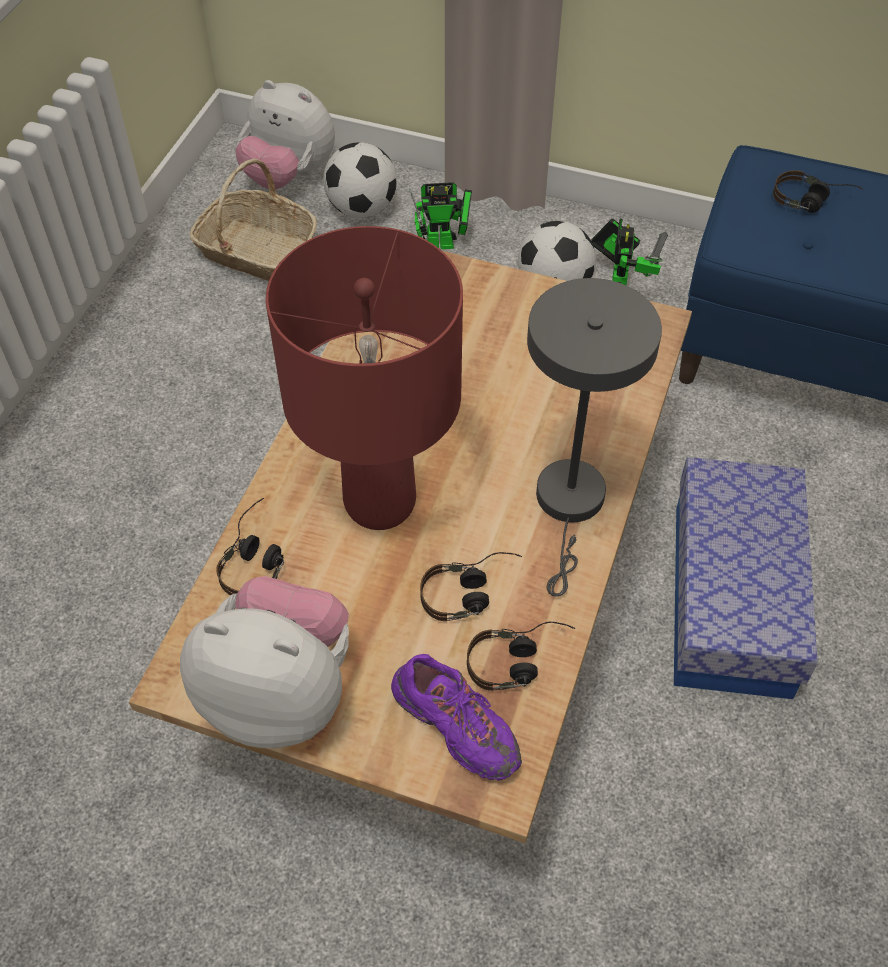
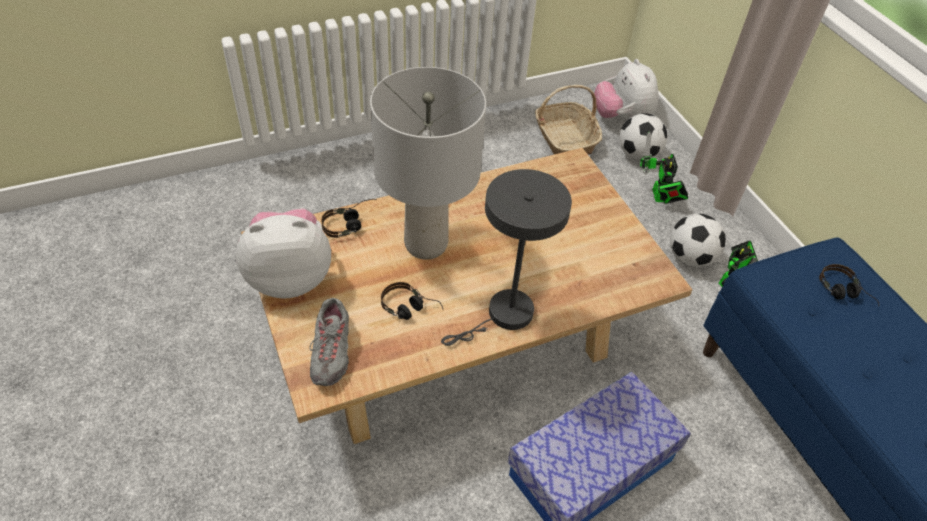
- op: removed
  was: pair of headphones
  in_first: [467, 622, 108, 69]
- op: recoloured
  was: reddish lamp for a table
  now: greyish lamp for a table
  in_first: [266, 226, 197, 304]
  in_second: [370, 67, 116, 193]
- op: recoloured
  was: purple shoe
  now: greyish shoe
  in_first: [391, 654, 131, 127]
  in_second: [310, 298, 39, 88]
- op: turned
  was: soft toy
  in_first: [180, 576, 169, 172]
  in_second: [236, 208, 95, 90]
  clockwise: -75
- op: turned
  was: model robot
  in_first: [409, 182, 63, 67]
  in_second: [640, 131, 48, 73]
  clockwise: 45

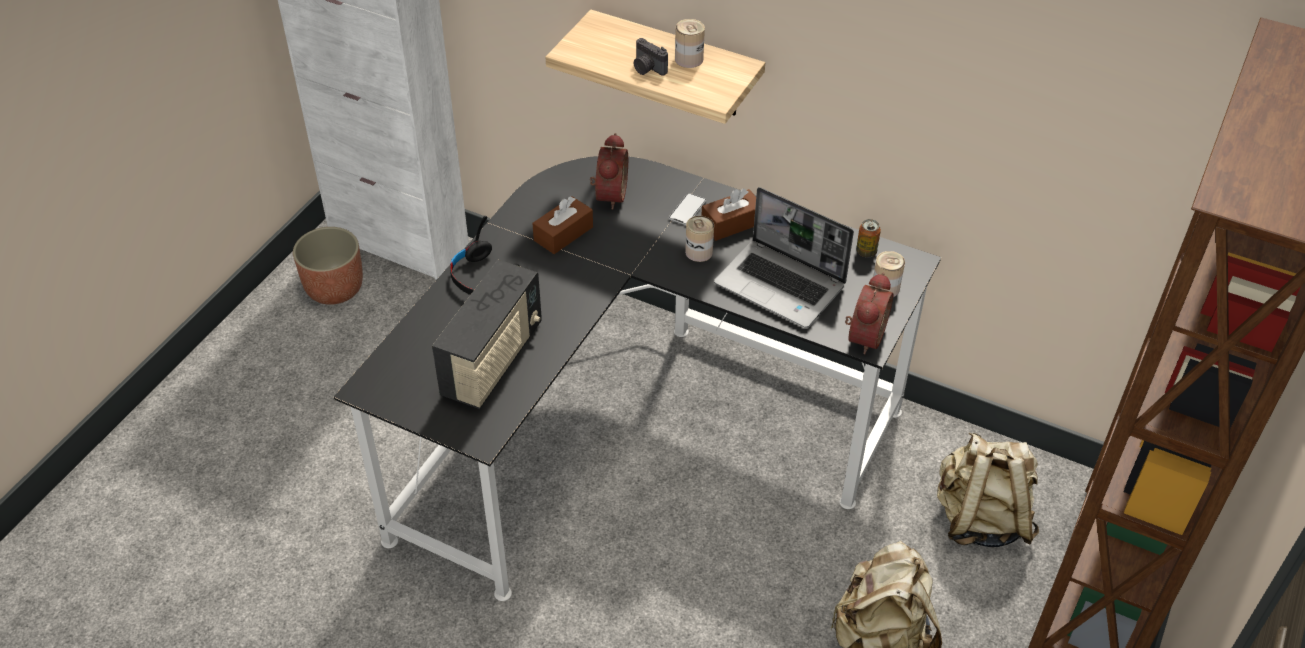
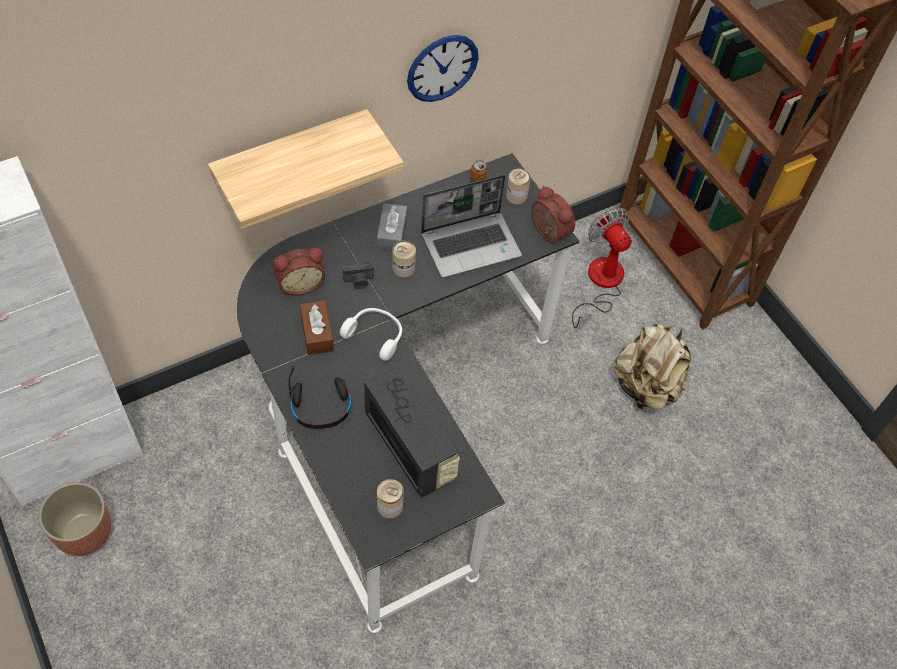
- op: removed
  was: handset
  in_first: [669, 193, 37, 32]
- op: added
  now: white-coloured pair of headphones
  in_second: [340, 308, 62, 53]
- op: added
  now: wall clock
  in_second: [407, 35, 72, 67]
- op: moved
  was: photo camera
  in_first: [634, 38, 34, 38]
  in_second: [343, 261, 31, 28]
- op: moved
  was: can
  in_first: [675, 19, 30, 49]
  in_second: [377, 479, 27, 40]
- op: replaced
  was: beige-coloured rucksack
  now: electric fan
  in_first: [937, 433, 102, 114]
  in_second: [572, 208, 60, 120]
- op: recoloured
  was: brown tissue holder
  now: greyish tissue holder
  in_first: [702, 188, 54, 53]
  in_second: [377, 203, 30, 49]
- op: turned
  was: bedside clock
  in_first: [590, 133, 38, 77]
  in_second: [273, 248, 52, 47]
  clockwise: 120

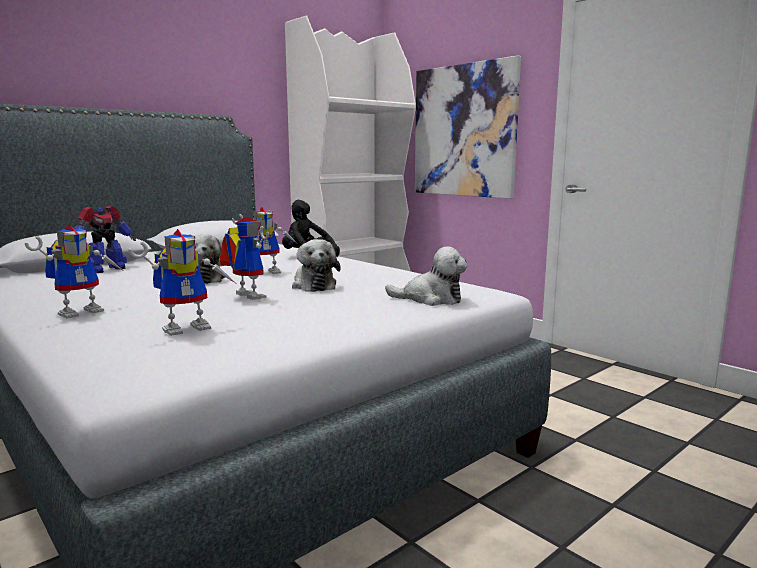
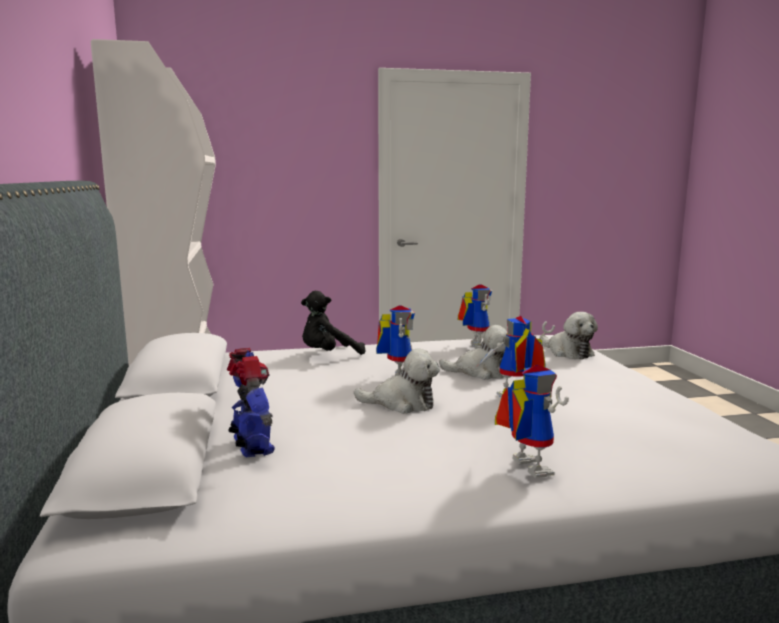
- op: removed
  was: wall art
  in_first: [415, 55, 106, 144]
- op: moved
  was: model robot
  in_first: [128, 229, 107, 107]
  in_second: [458, 284, 34, 65]
- op: turned
  was: soft toy
  in_first: [385, 246, 83, 60]
  in_second: [540, 312, 58, 47]
  clockwise: 105

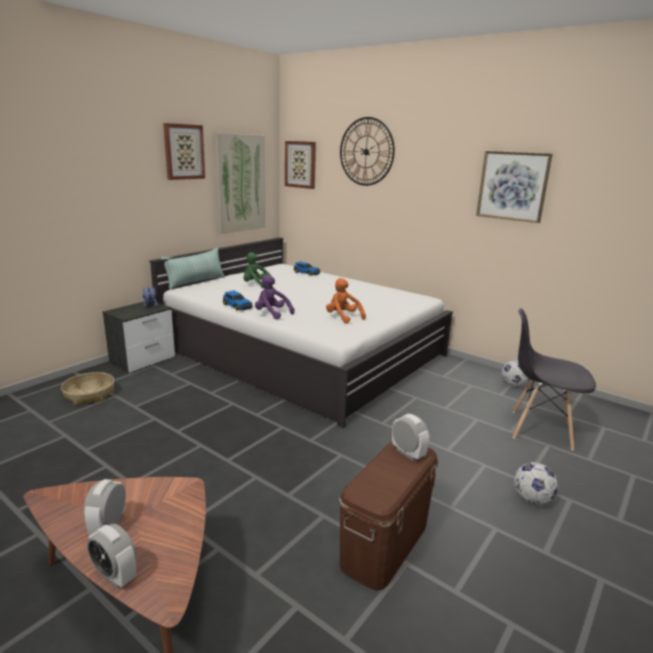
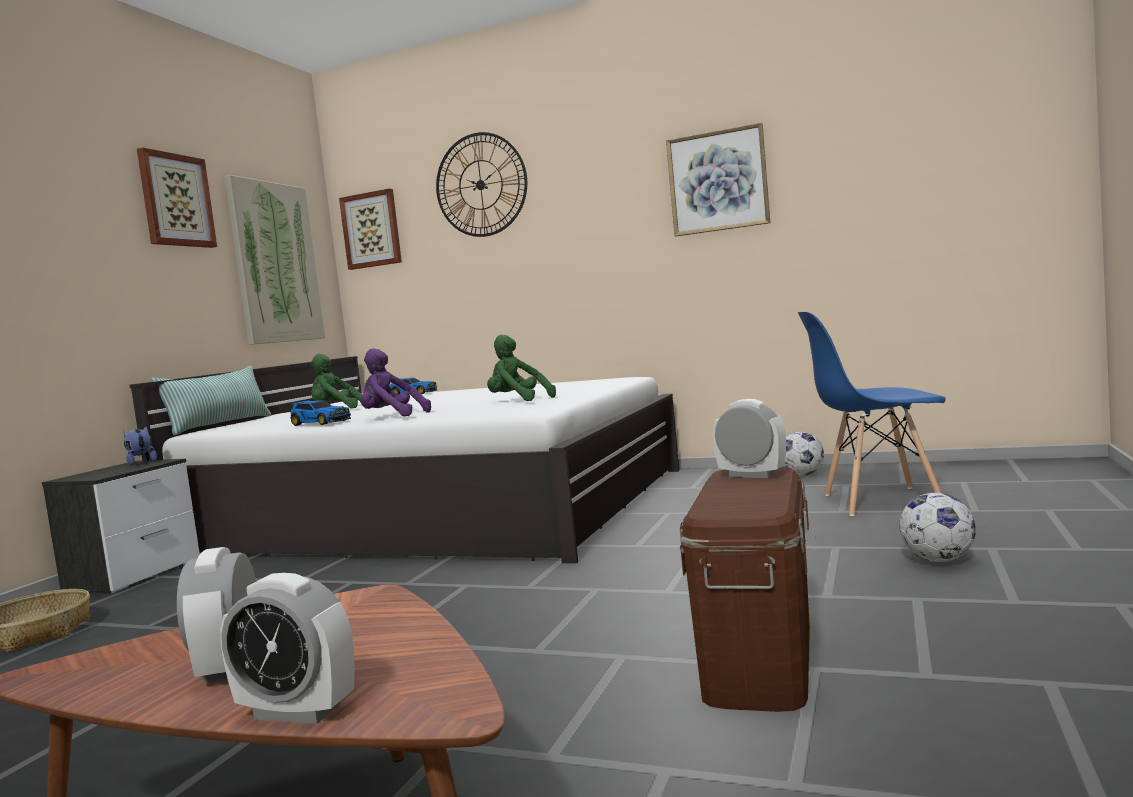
- op: recoloured
  was: orange soft toy
  now: greenish soft toy
  in_first: [326, 278, 40, 46]
  in_second: [487, 335, 69, 66]
- op: recoloured
  was: greyish chair
  now: bluish chair
  in_first: [513, 308, 83, 143]
  in_second: [798, 312, 148, 204]

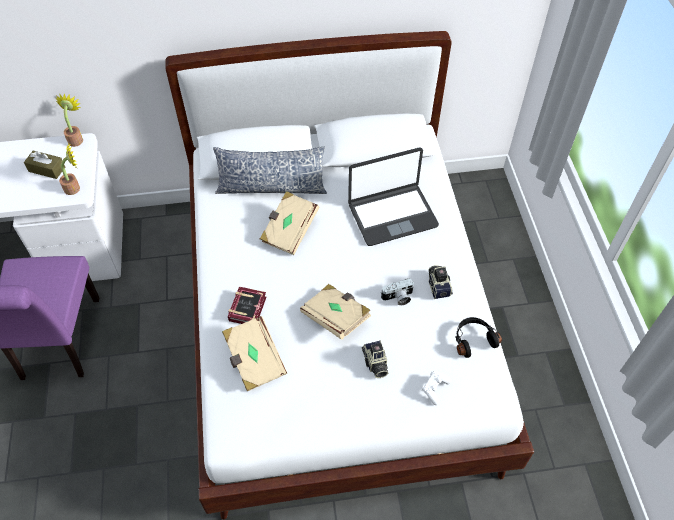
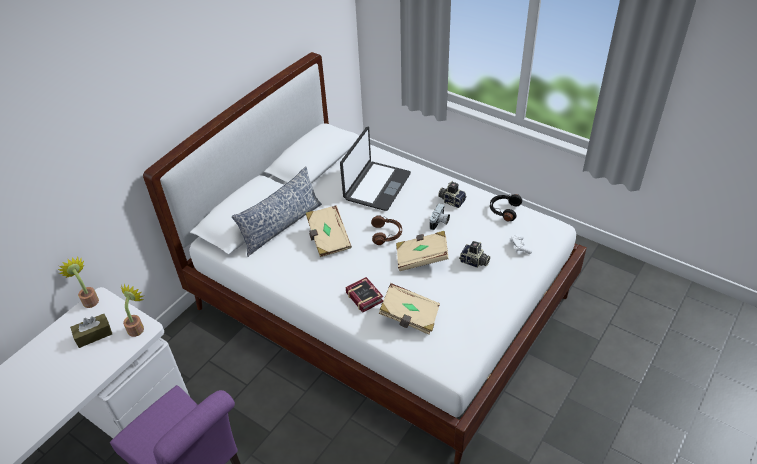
- op: added
  now: brown pair of headphones
  in_second: [371, 215, 31, 30]

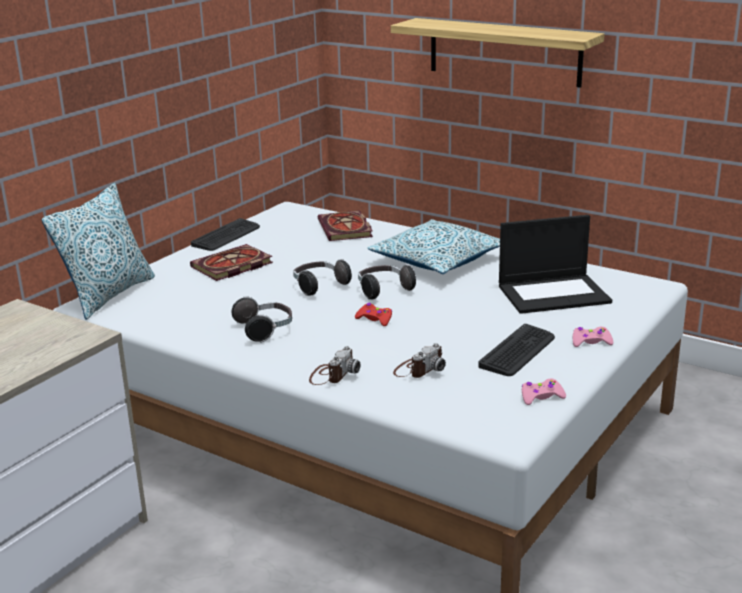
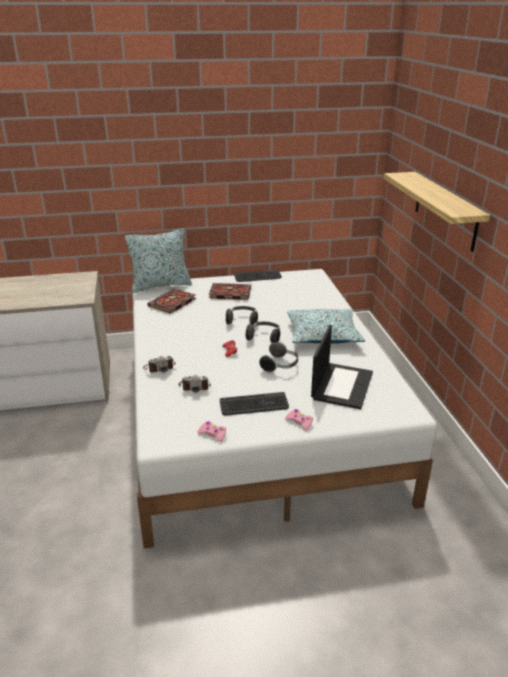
- op: moved
  was: pair of headphones
  in_first: [232, 296, 60, 47]
  in_second: [259, 341, 39, 32]
- op: moved
  was: volume
  in_first: [318, 210, 55, 31]
  in_second: [147, 288, 49, 25]
- op: turned
  was: laptop
  in_first: [499, 215, 113, 99]
  in_second: [311, 325, 62, 84]
  clockwise: -105

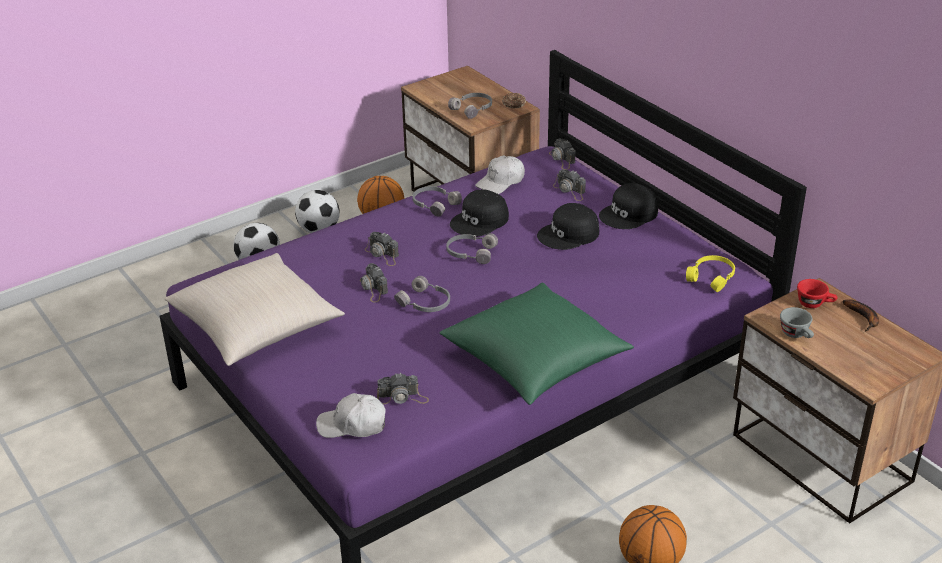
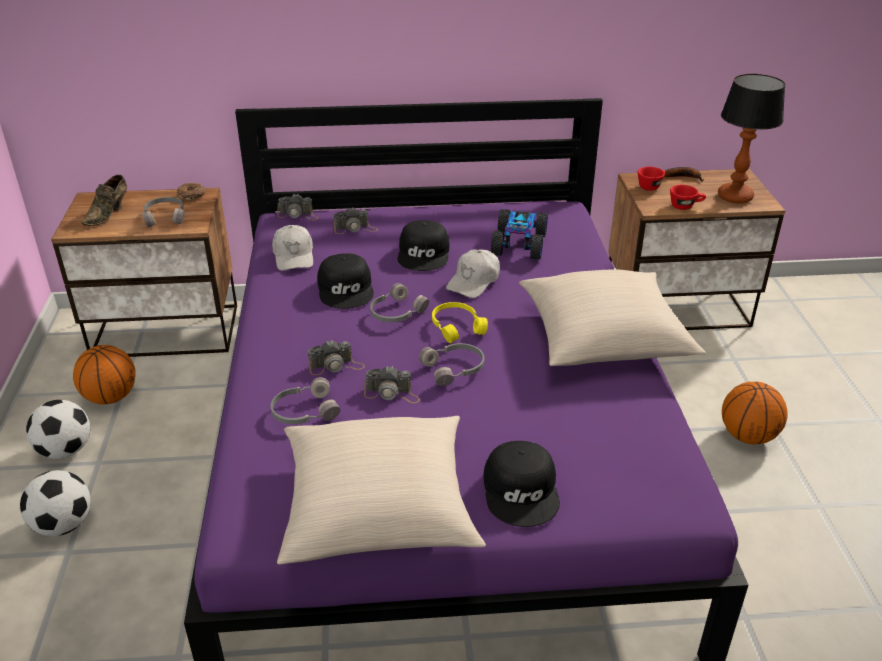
- op: removed
  was: photo camera
  in_first: [377, 373, 52, 31]
- op: added
  now: brown shoe
  in_second: [81, 175, 46, 51]
- op: added
  now: model car
  in_second: [491, 209, 57, 51]
- op: added
  now: lamp for a table
  in_second: [718, 74, 67, 129]
- op: moved
  was: white-coloured peaked cap
  in_first: [316, 393, 70, 45]
  in_second: [446, 249, 54, 49]
- op: moved
  was: greyish pair of headphones
  in_first: [412, 186, 50, 31]
  in_second: [270, 377, 70, 47]
- op: moved
  was: black-coloured peaked cap
  in_first: [599, 183, 59, 46]
  in_second: [484, 441, 76, 86]
- op: moved
  was: yellow-coloured pair of headphones
  in_first: [686, 255, 49, 37]
  in_second: [432, 302, 56, 41]
- op: recoloured
  was: greenish cushion
  now: beige-coloured cushion
  in_first: [440, 282, 194, 123]
  in_second: [519, 270, 187, 96]
- op: recoloured
  was: greyish small cup
  now: reddish small cup
  in_first: [780, 307, 34, 31]
  in_second: [670, 185, 36, 25]

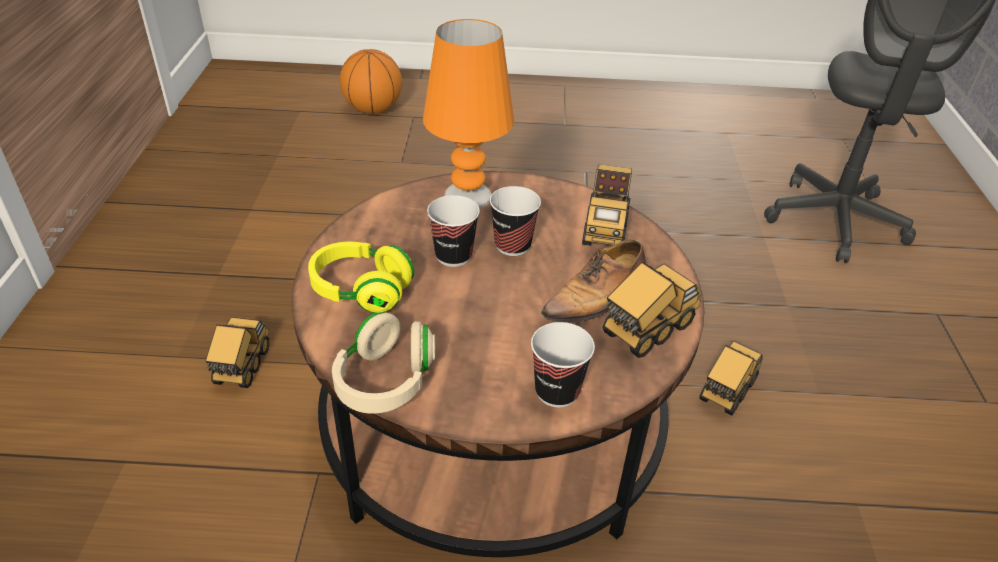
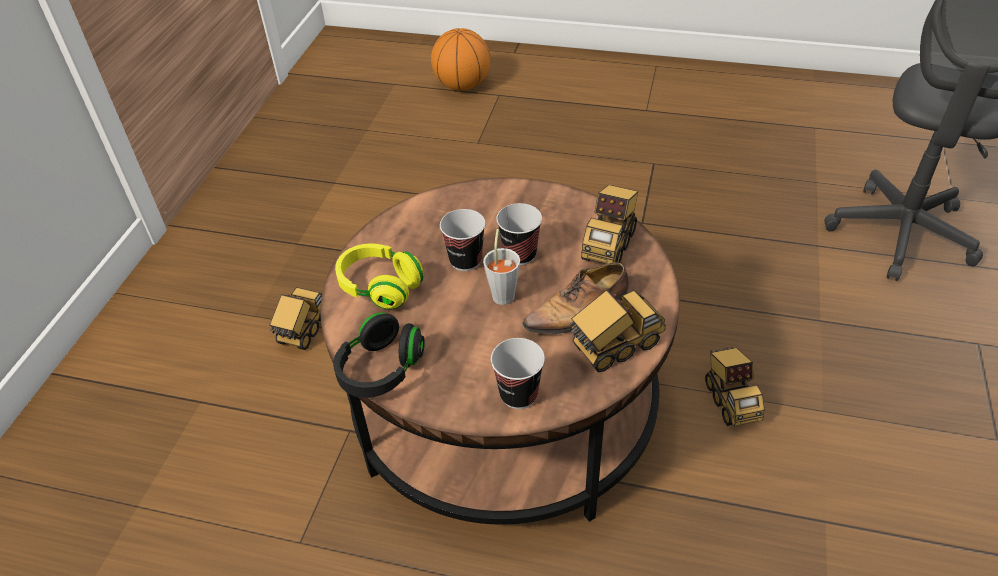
- op: removed
  was: orange lamp for a table
  in_first: [423, 19, 91, 189]
- op: added
  now: greyish small cup
  in_second: [483, 229, 37, 76]
- op: recoloured
  was: beige-coloured pair of headphones
  now: black-coloured pair of headphones
  in_first: [332, 312, 103, 102]
  in_second: [333, 313, 92, 85]
- op: turned
  was: toy lorry
  in_first: [699, 341, 64, 75]
  in_second: [705, 347, 60, 79]
  clockwise: 120

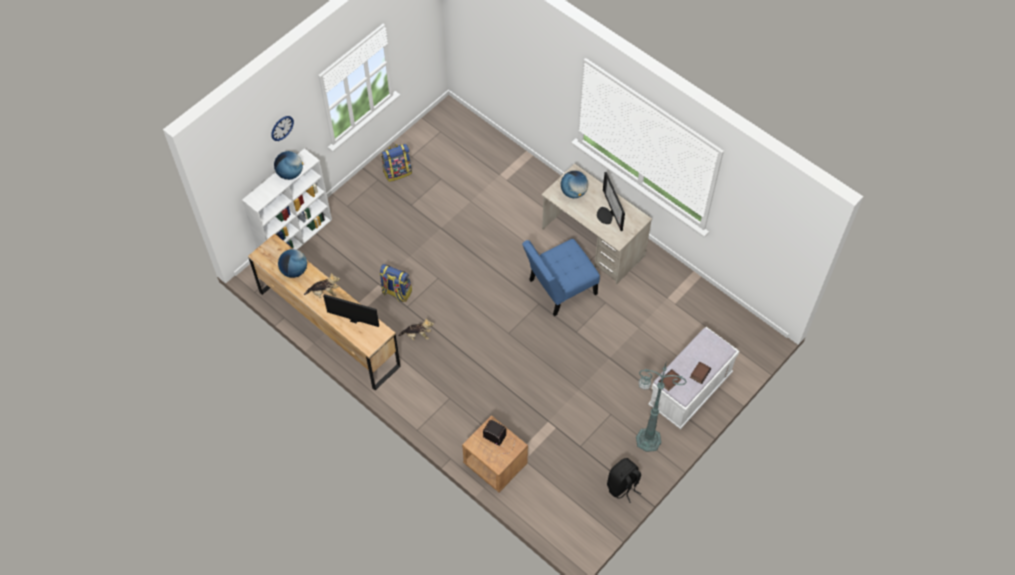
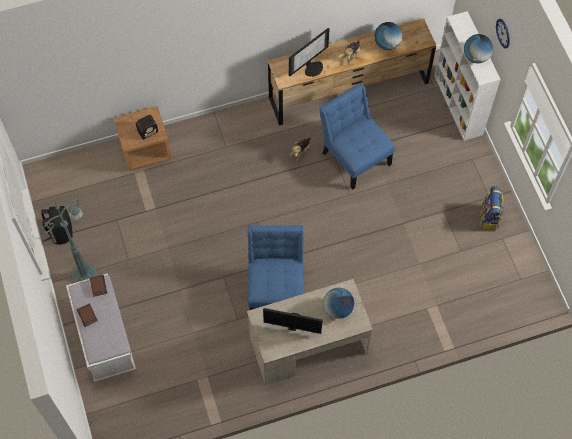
- op: replaced
  was: rucksack
  now: bluish chair
  in_first: [379, 264, 33, 38]
  in_second: [319, 83, 76, 106]

